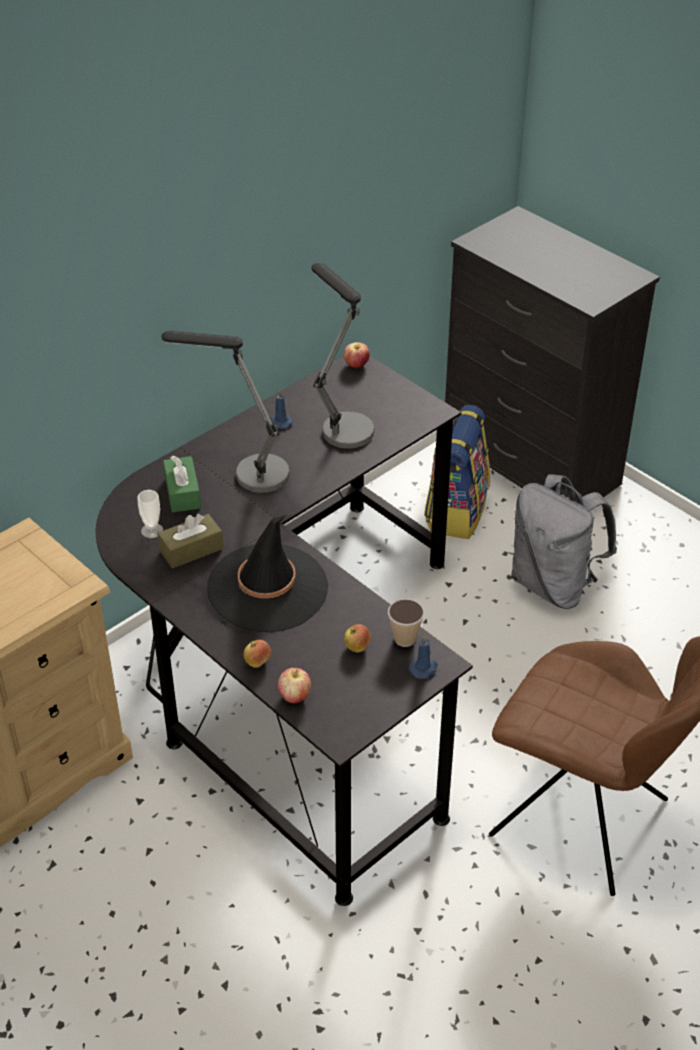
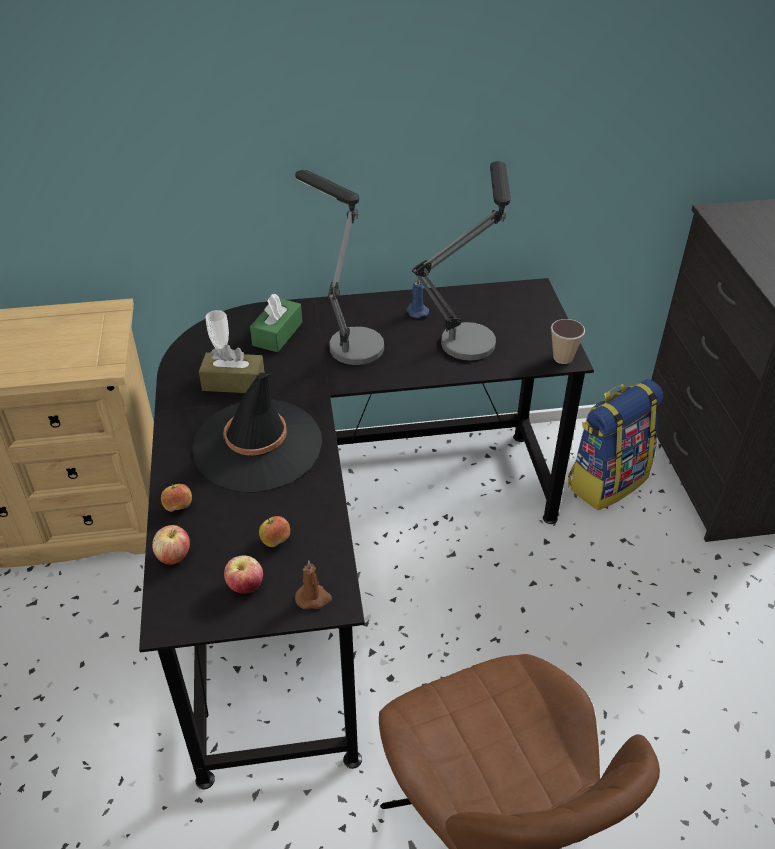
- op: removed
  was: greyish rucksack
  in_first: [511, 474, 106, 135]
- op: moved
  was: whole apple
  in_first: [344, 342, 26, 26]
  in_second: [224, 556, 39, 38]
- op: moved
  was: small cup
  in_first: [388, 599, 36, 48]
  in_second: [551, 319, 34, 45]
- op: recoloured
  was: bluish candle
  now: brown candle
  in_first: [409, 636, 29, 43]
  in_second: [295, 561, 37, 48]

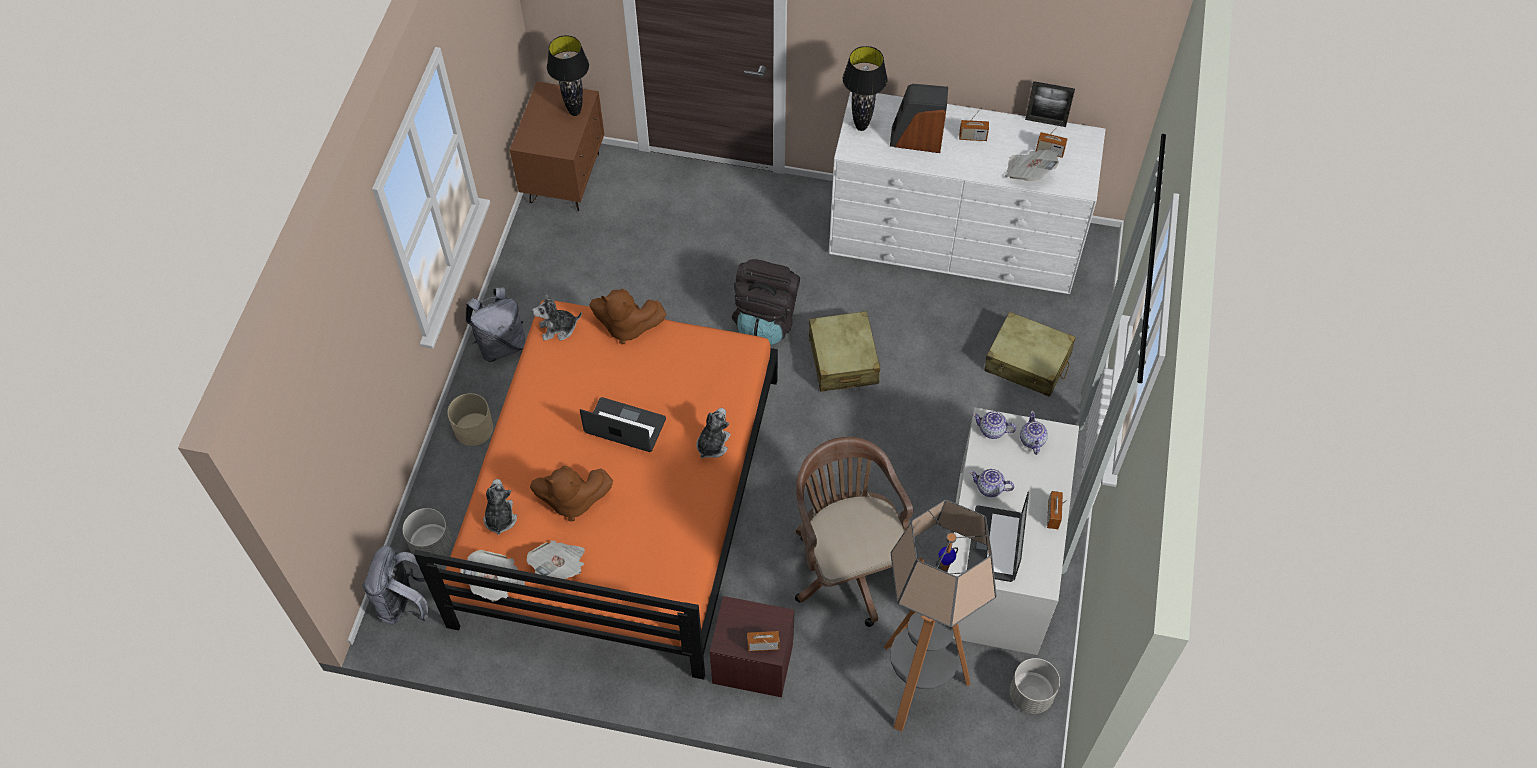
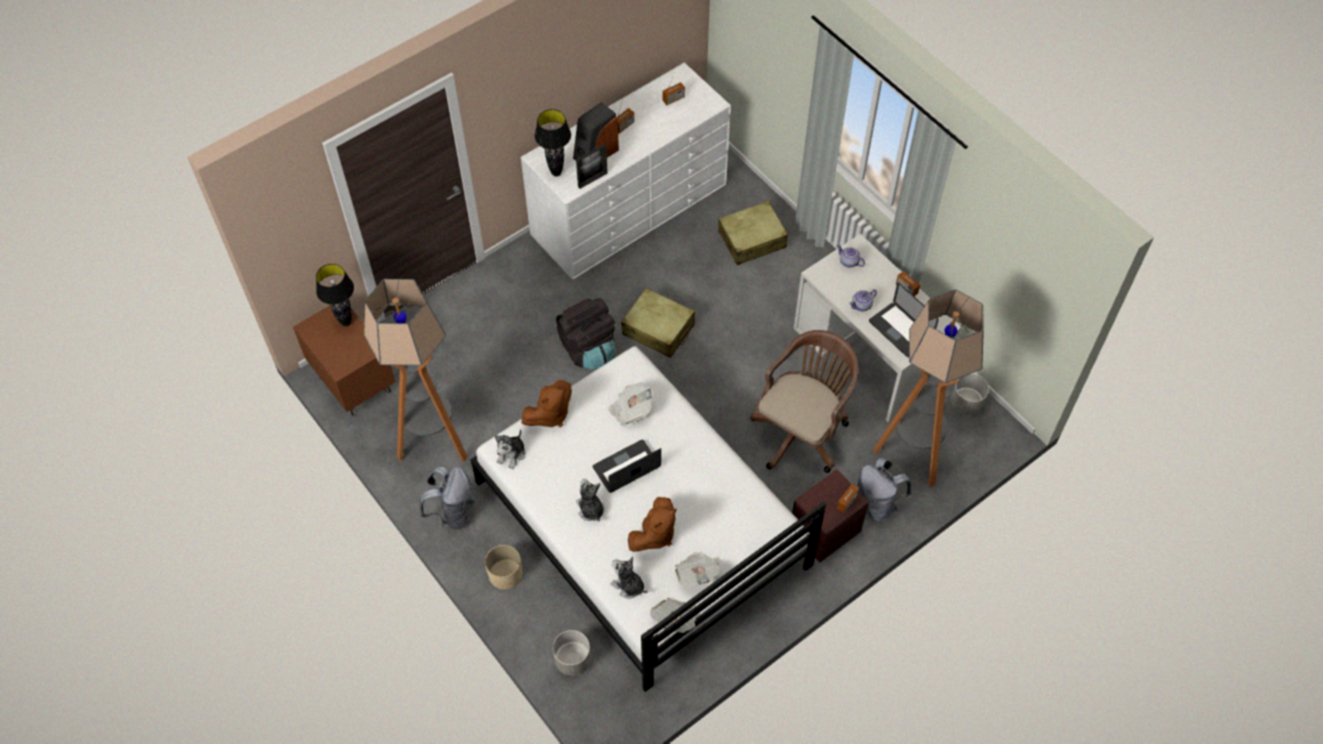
- op: removed
  was: pot for tea
  in_first: [973, 411, 43, 28]
- op: added
  now: standing lamp
  in_second: [364, 279, 104, 183]
- op: moved
  was: greyish rucksack
  in_first: [363, 545, 65, 79]
  in_second: [857, 458, 55, 65]
- op: moved
  was: soft toy
  in_first: [696, 408, 35, 50]
  in_second: [576, 479, 29, 43]
- op: moved
  was: printed paper
  in_first: [1005, 149, 54, 32]
  in_second: [608, 382, 46, 44]
- op: moved
  was: picture frame
  in_first: [1025, 81, 50, 46]
  in_second: [576, 144, 32, 45]
- op: recoloured
  was: orange bed
  now: white-coloured bed
  in_first: [414, 300, 364, 380]
  in_second: [471, 346, 355, 346]
- op: turned
  was: brown computer chair
  in_first: [795, 437, 118, 190]
  in_second: [750, 330, 108, 143]
  clockwise: 105

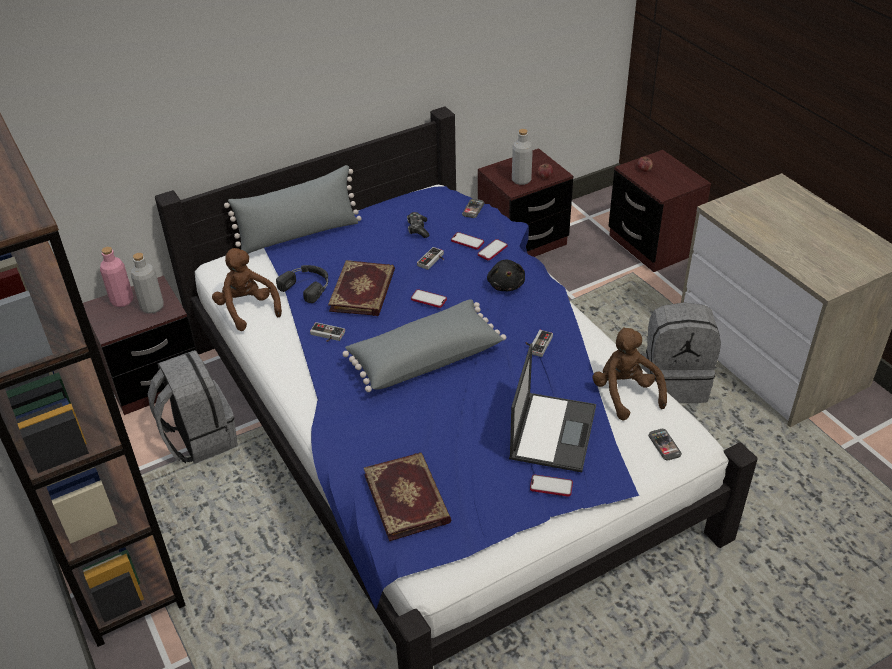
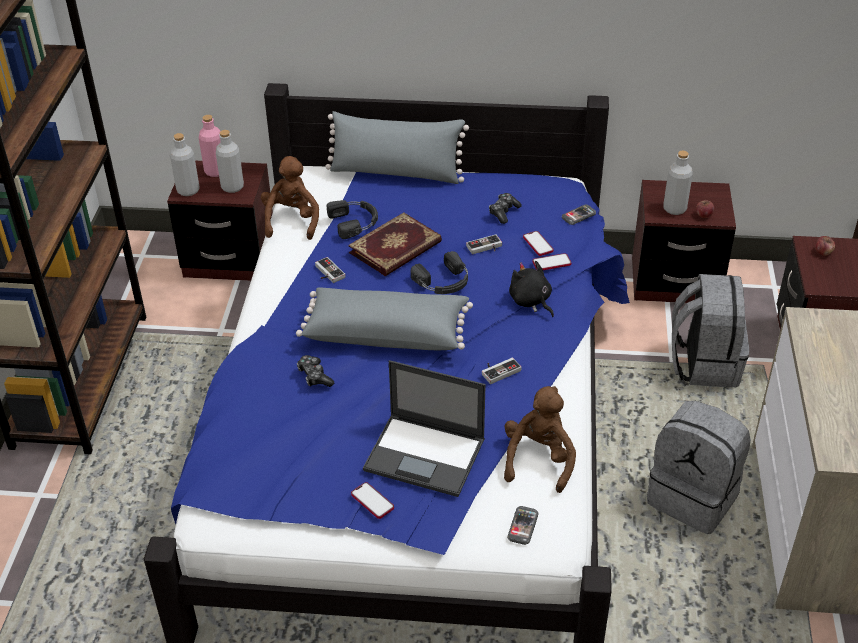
- op: removed
  was: volume
  in_first: [364, 452, 87, 89]
- op: added
  now: greyish bottle
  in_second: [170, 133, 30, 63]
- op: added
  now: gamepad
  in_second: [297, 355, 37, 32]
- op: moved
  was: greyish rucksack
  in_first: [148, 350, 90, 114]
  in_second: [672, 274, 77, 113]
- op: replaced
  was: handset
  now: black-coloured pair of headphones
  in_first: [411, 289, 36, 19]
  in_second: [411, 251, 57, 43]
- op: turned
  was: black-coloured soft toy
  in_first: [487, 259, 38, 32]
  in_second: [509, 261, 45, 56]
  clockwise: 120
- op: turned
  was: laptop
  in_first: [509, 343, 87, 129]
  in_second: [363, 360, 123, 137]
  clockwise: 60

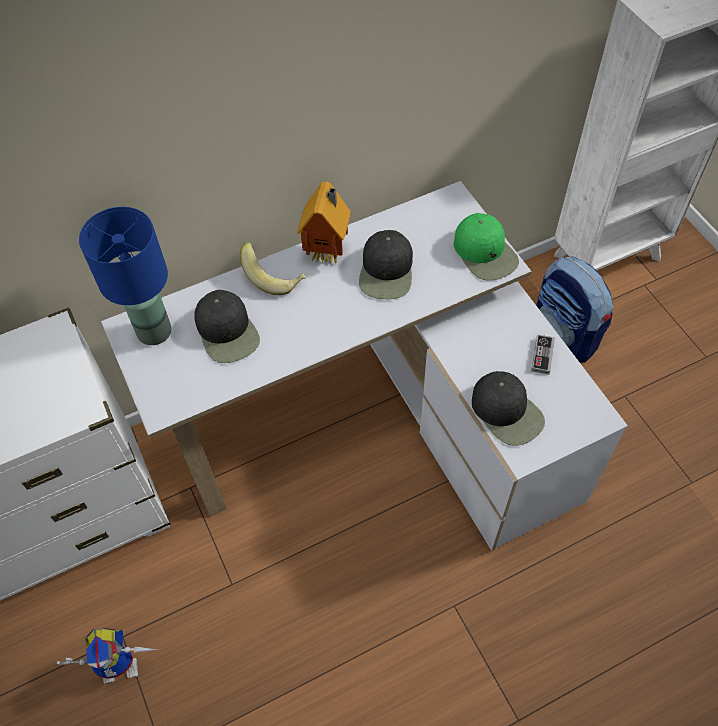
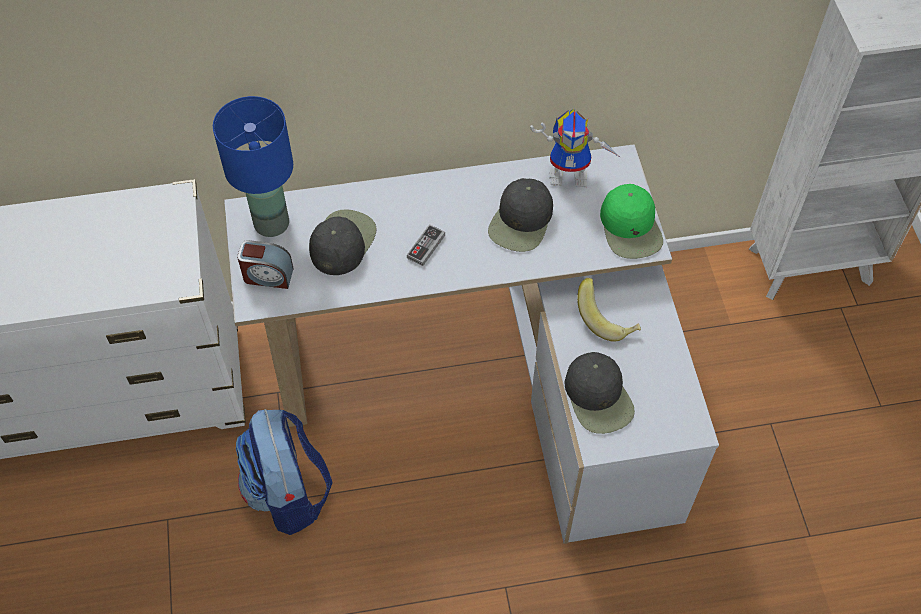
- op: removed
  was: model house
  in_first: [297, 182, 54, 81]
- op: added
  now: bedside clock
  in_second: [237, 240, 57, 49]
- op: moved
  was: model robot
  in_first: [57, 628, 100, 56]
  in_second: [530, 109, 90, 78]
- op: moved
  was: banana fruit
  in_first: [240, 243, 66, 52]
  in_second: [577, 278, 64, 63]
- op: moved
  was: gamepad
  in_first: [531, 334, 24, 41]
  in_second: [407, 224, 38, 42]
- op: moved
  was: rucksack
  in_first: [536, 256, 77, 107]
  in_second: [236, 409, 97, 126]
- op: turned
  was: black-coloured peaked cap
  in_first: [194, 290, 66, 73]
  in_second: [309, 209, 68, 66]
  clockwise: -150

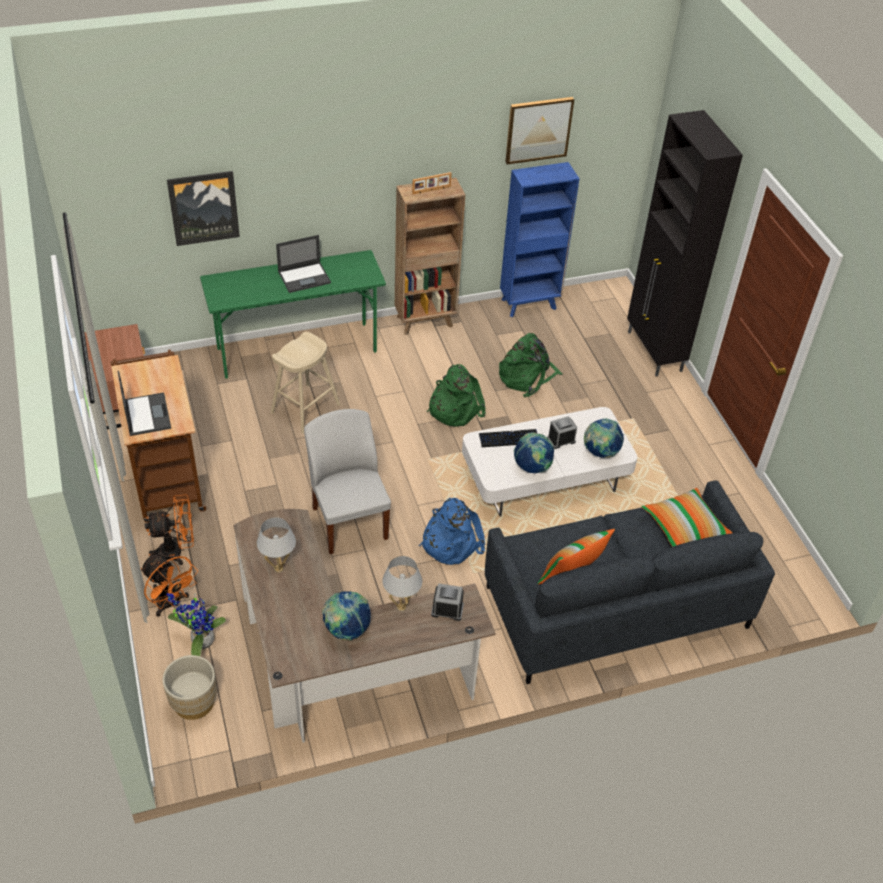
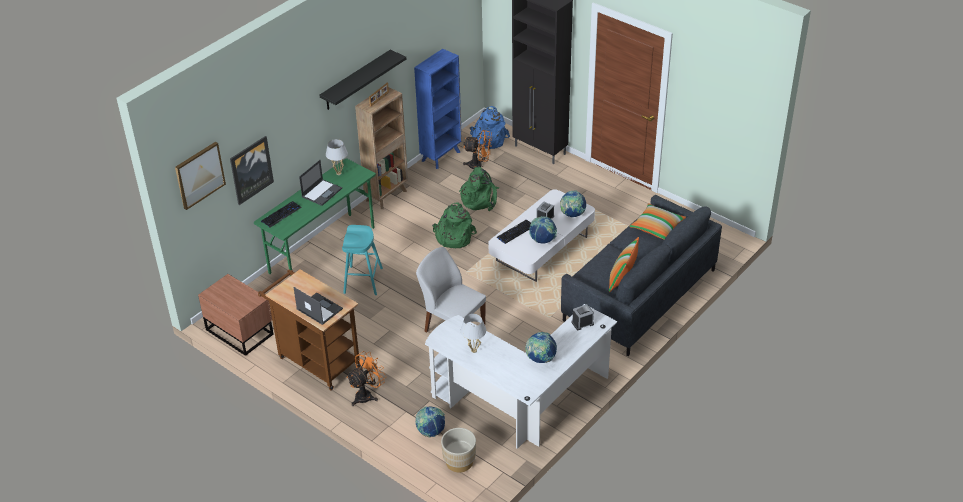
- op: added
  now: keyboard
  in_second: [261, 201, 41, 27]
- op: added
  now: black-coloured shelf
  in_second: [319, 50, 87, 60]
- op: moved
  was: orange electric fan
  in_first: [141, 554, 57, 63]
  in_second: [463, 130, 29, 39]
- op: moved
  was: white-coloured lamp for a table
  in_first: [382, 556, 40, 55]
  in_second: [326, 139, 22, 36]
- op: moved
  was: bluish rucksack
  in_first: [419, 498, 66, 67]
  in_second: [470, 106, 40, 43]
- op: moved
  was: wall art
  in_first: [505, 97, 69, 68]
  in_second: [175, 142, 51, 68]
- op: replaced
  was: houseplant
  now: globe
  in_first: [166, 593, 60, 63]
  in_second: [415, 406, 30, 31]
- op: recoloured
  was: brown desk
  now: white-coloured desk
  in_first: [233, 509, 263, 234]
  in_second: [425, 304, 192, 145]
- op: recoloured
  was: beige-coloured sitting stool
  now: turquoise sitting stool
  in_first: [271, 332, 69, 102]
  in_second: [342, 225, 41, 70]

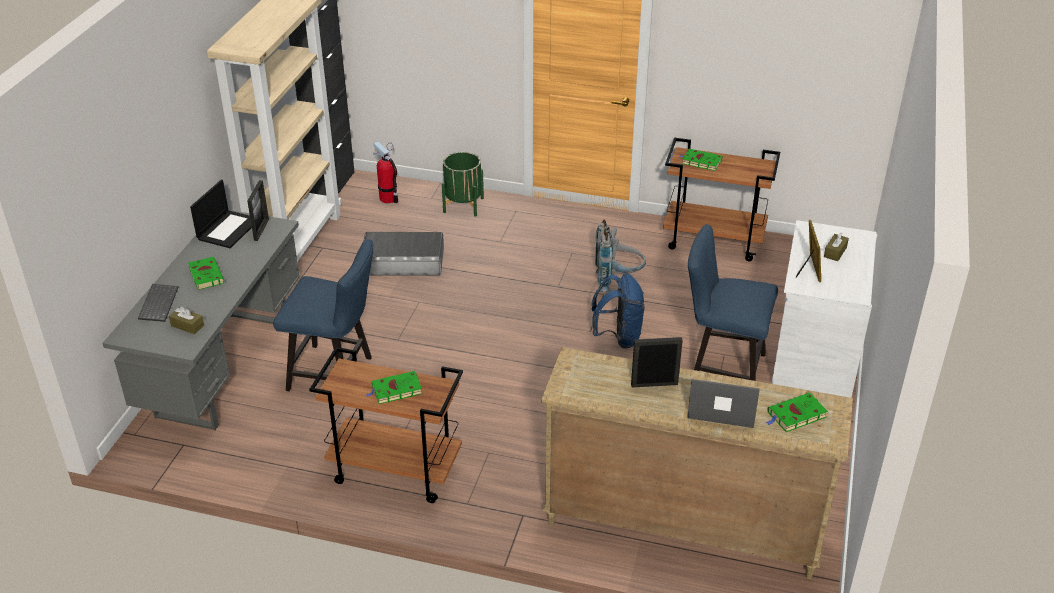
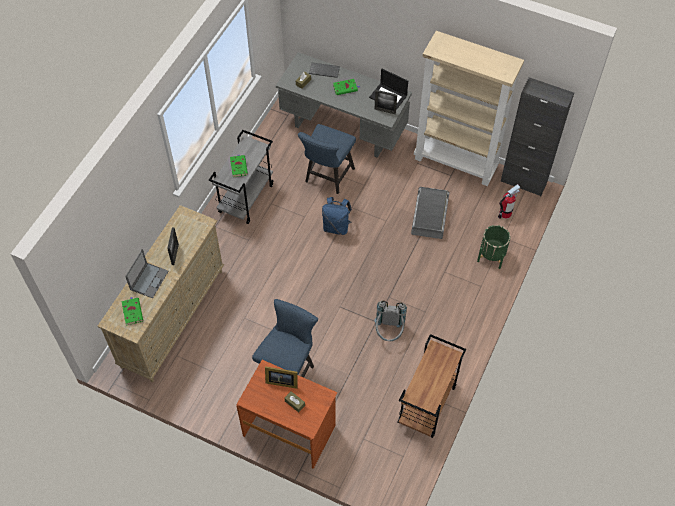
- op: removed
  was: greenish volume
  in_first: [680, 148, 42, 23]
- op: moved
  was: bluish rucksack
  in_first: [592, 274, 52, 75]
  in_second: [322, 197, 30, 38]
- op: recoloured
  was: brown cart
  now: greyish cart
  in_first: [309, 347, 154, 156]
  in_second: [209, 130, 65, 94]
- op: recoloured
  was: white-coloured desk
  now: brown desk
  in_first: [772, 220, 105, 178]
  in_second: [236, 360, 101, 109]

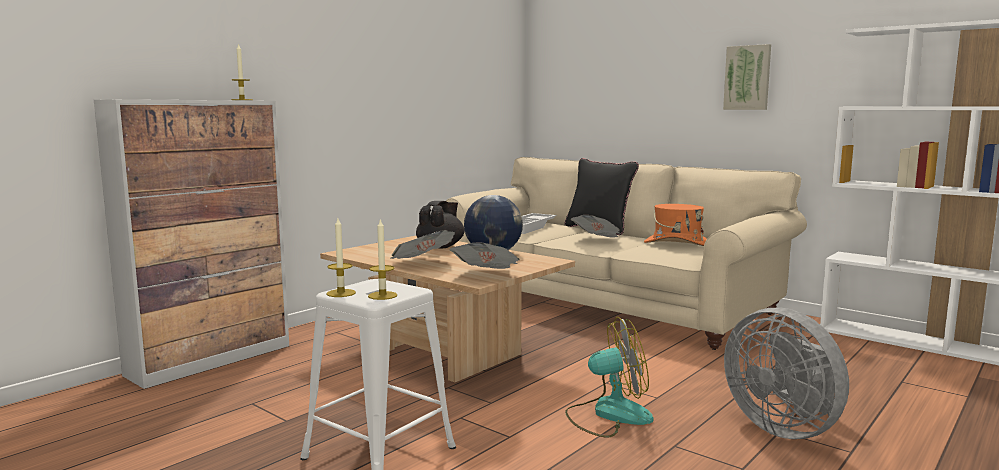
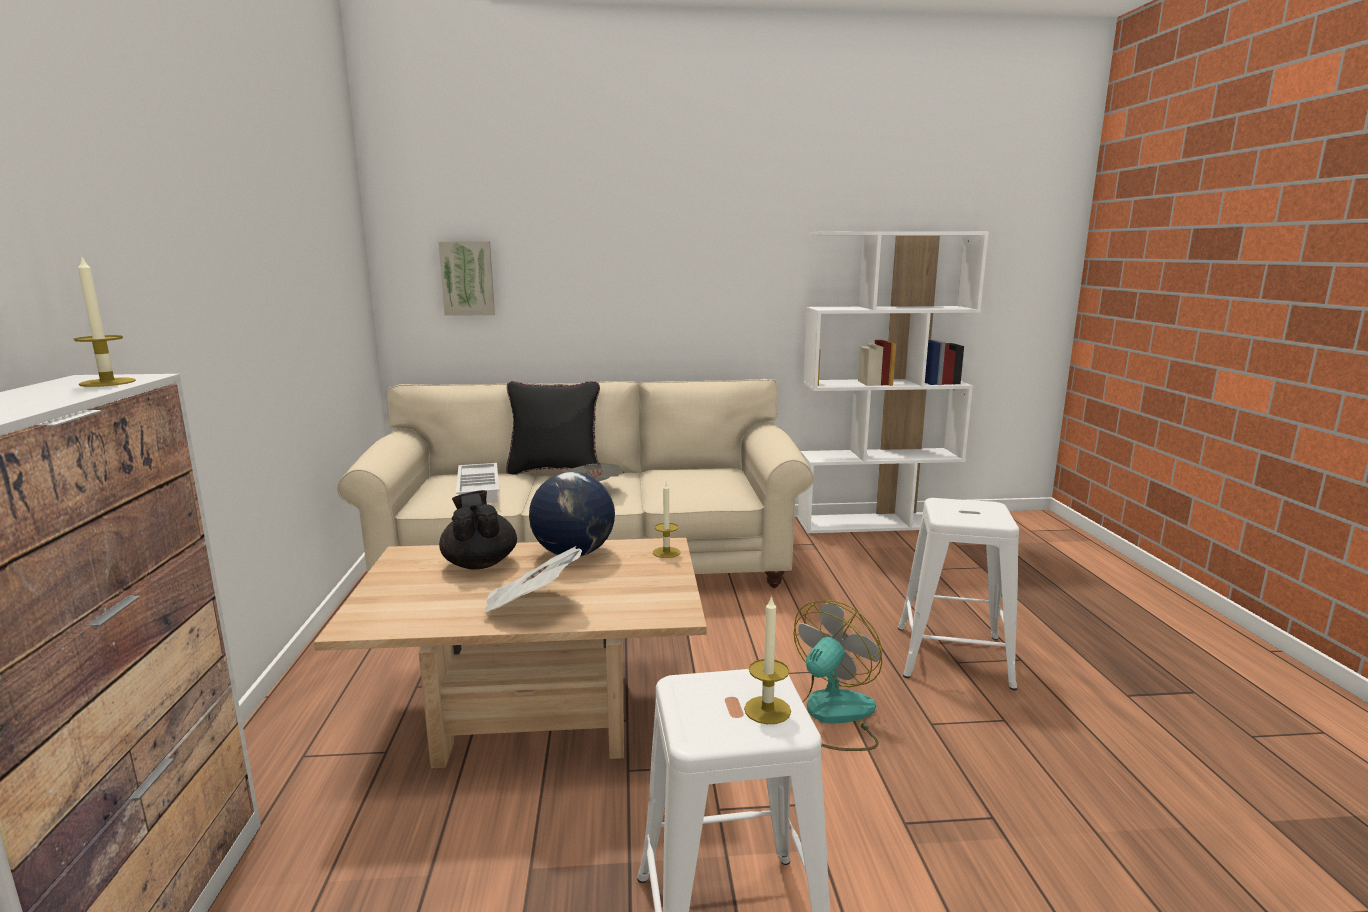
- op: removed
  was: printed paper
  in_first: [449, 243, 70, 26]
- op: removed
  was: orange wearable hat
  in_first: [644, 204, 63, 42]
- op: moved
  was: candle
  in_first: [326, 218, 30, 79]
  in_second: [653, 482, 27, 76]
- op: moved
  was: wall art
  in_first: [723, 44, 48, 66]
  in_second: [439, 241, 56, 75]
- op: replaced
  was: greyish electric fan
  now: white-coloured sitting stool
  in_first: [724, 308, 125, 131]
  in_second: [898, 498, 121, 192]

